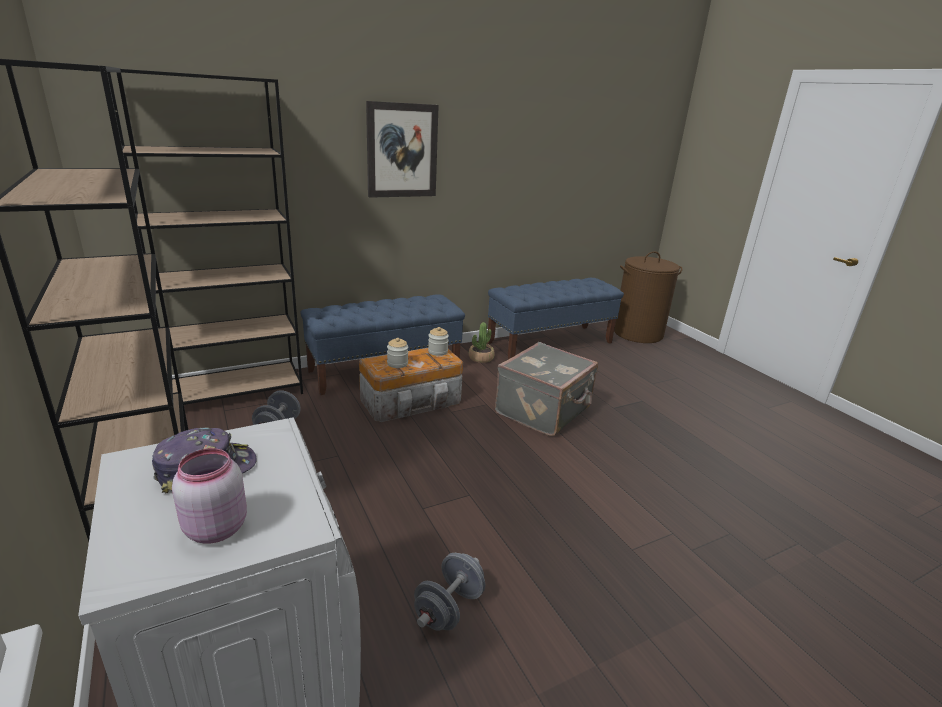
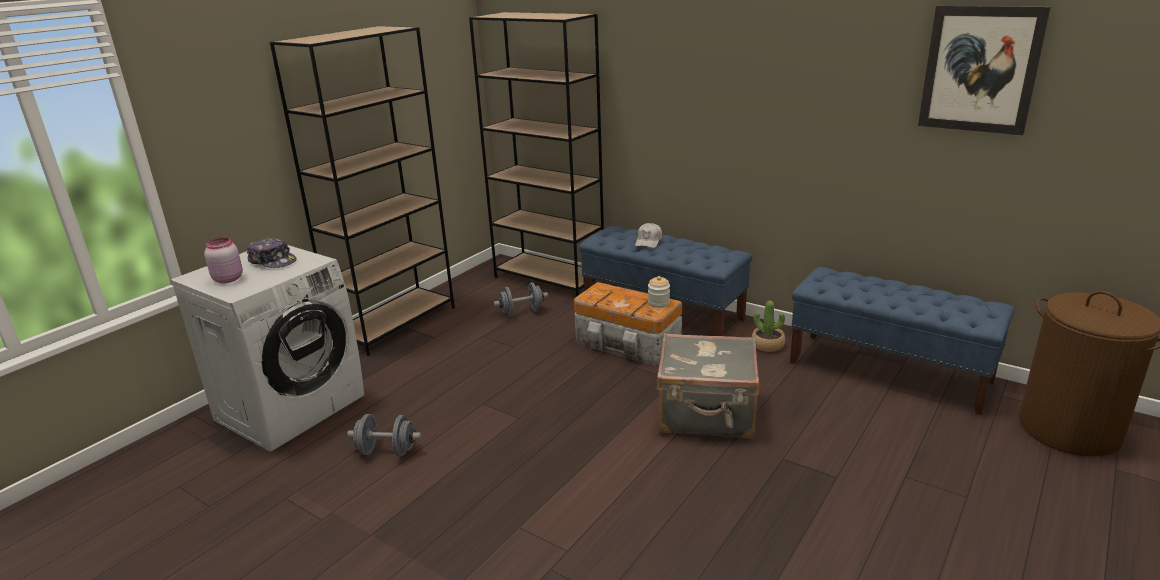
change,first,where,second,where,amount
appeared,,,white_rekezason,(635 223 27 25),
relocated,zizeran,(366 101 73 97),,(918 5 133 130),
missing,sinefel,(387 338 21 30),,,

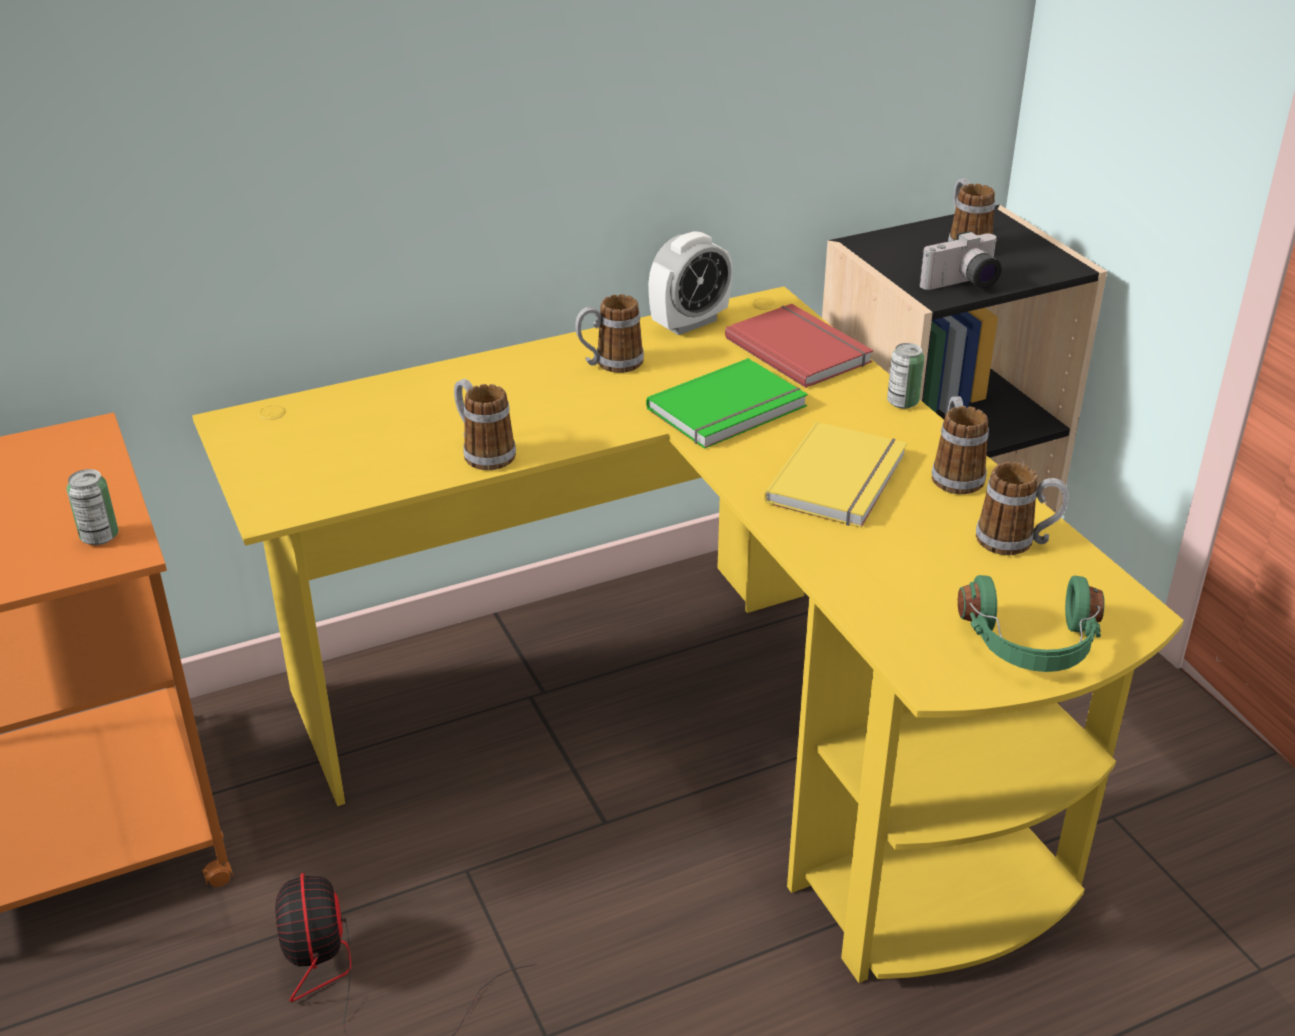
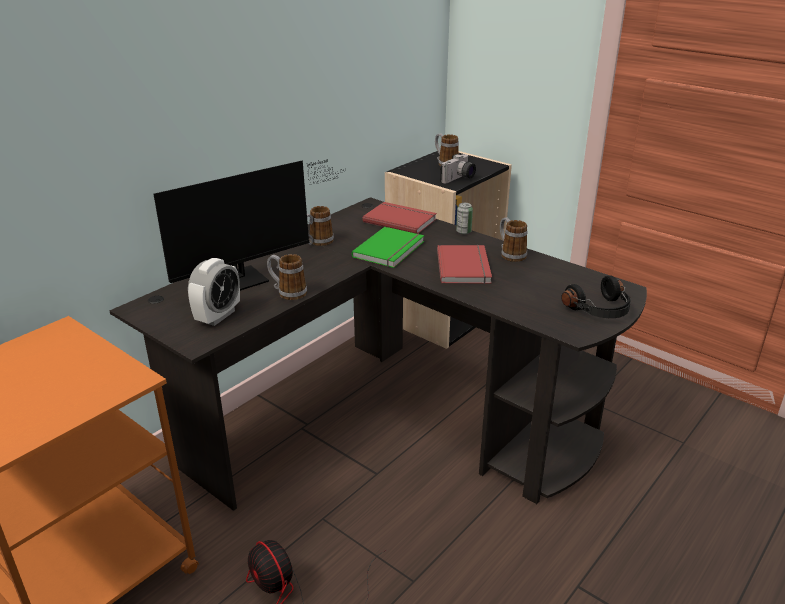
change,first,where,second,where,amount
colour,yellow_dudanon,(192 286 992 697),black_dudanon,(110 197 537 314),
appeared,,,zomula,(154 160 189 131),
relocated,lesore,(648 231 84 104),,(188 258 52 68),
colour,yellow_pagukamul,(764 422 143 106),red_pagukamul,(437 245 55 39),
colour,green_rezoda,(958 575 147 97),black_rezoda,(561 276 70 42),
missing,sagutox,(67 469 51 76),,,
missing,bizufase,(976 462 92 93),,,

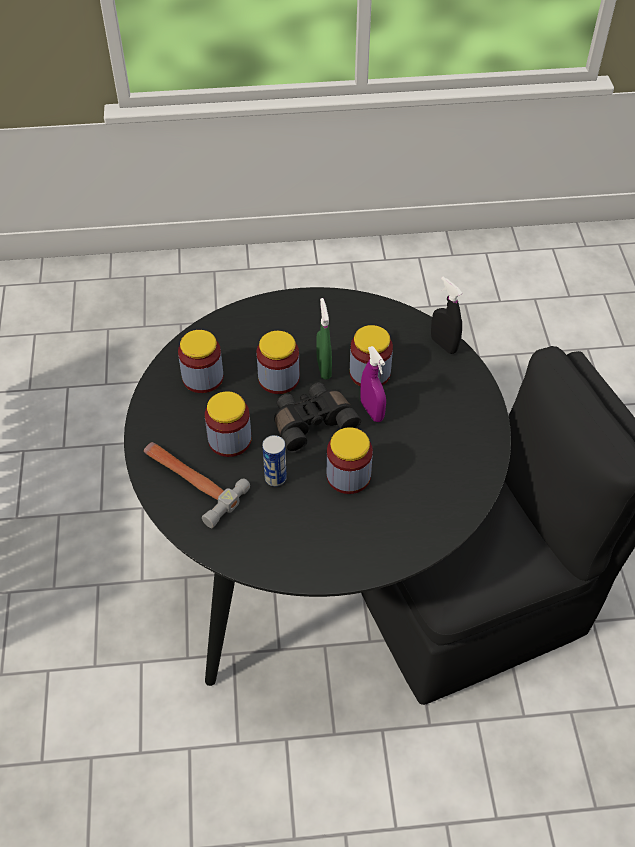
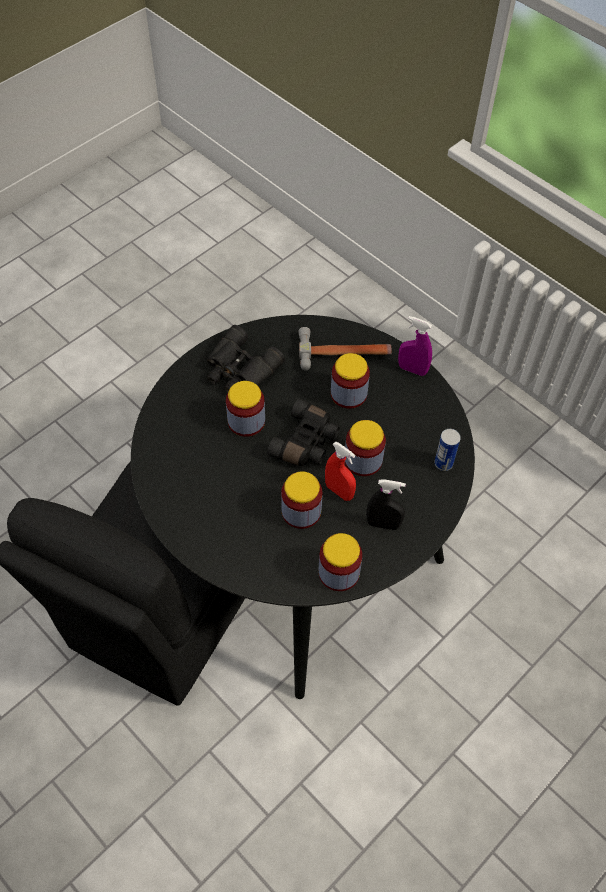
change,first,where,second,where,amount
appeared,,,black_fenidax,(207 325 78 68),
relocated,sinefel,(178 330 46 63),,(319 533 43 58),
colour,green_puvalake,(316 298 16 82),red_puvalake,(325 441 31 60),
relocated,black_puvalake,(431 277 31 77),,(366 479 40 51),
relocated,purple_puvalake,(360 346 26 76),,(398 316 34 60),
relocated,sagutox,(262 435 25 51),,(434 429 27 42),

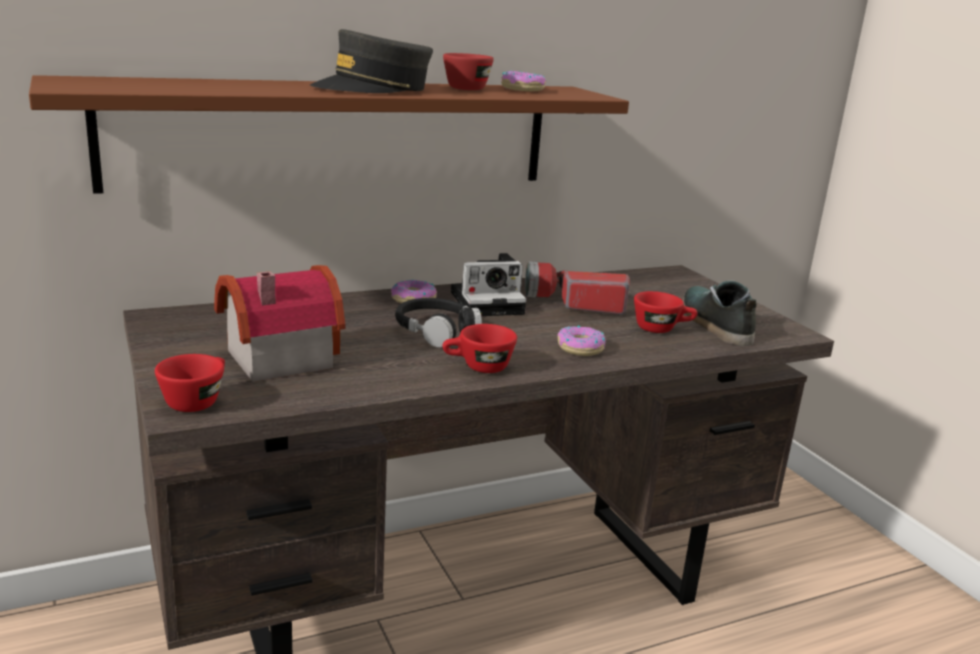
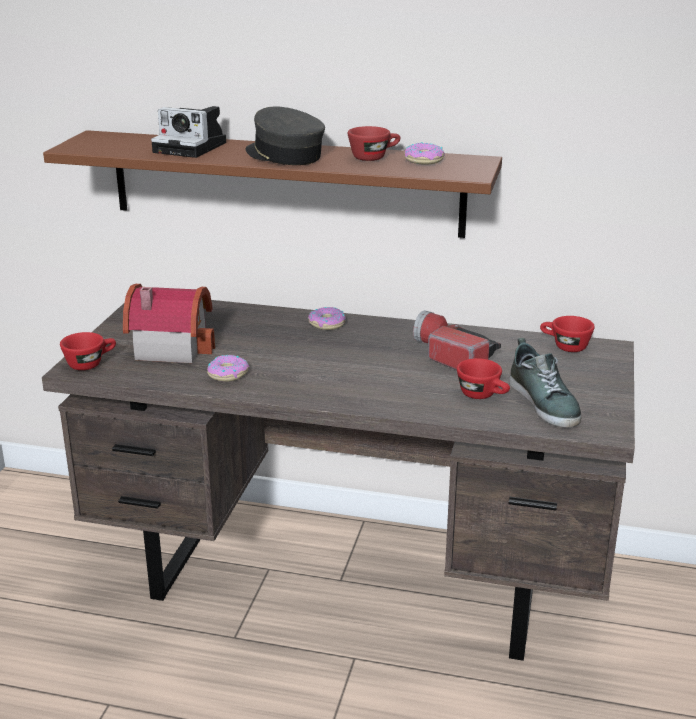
change,first,where,second,where,amount
relocated,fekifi,(451 253 75 63),,(151 106 75 52),
relocated,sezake,(557 325 49 31),,(207 355 42 27),
spun,grey_rekezason,(310 29 123 64),,(246 107 79 58),45 degrees clockwise
spun,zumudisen,(683 280 74 66),,(509 338 73 89),135 degrees clockwise
relocated,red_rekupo,(443 324 74 49),,(540 316 55 36),
missing,black_rezoda,(395 298 87 49),,,

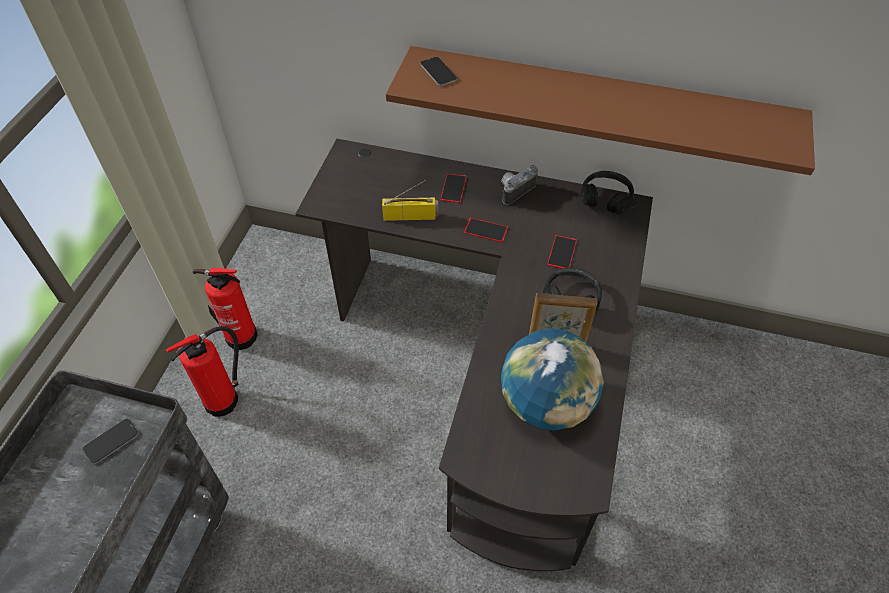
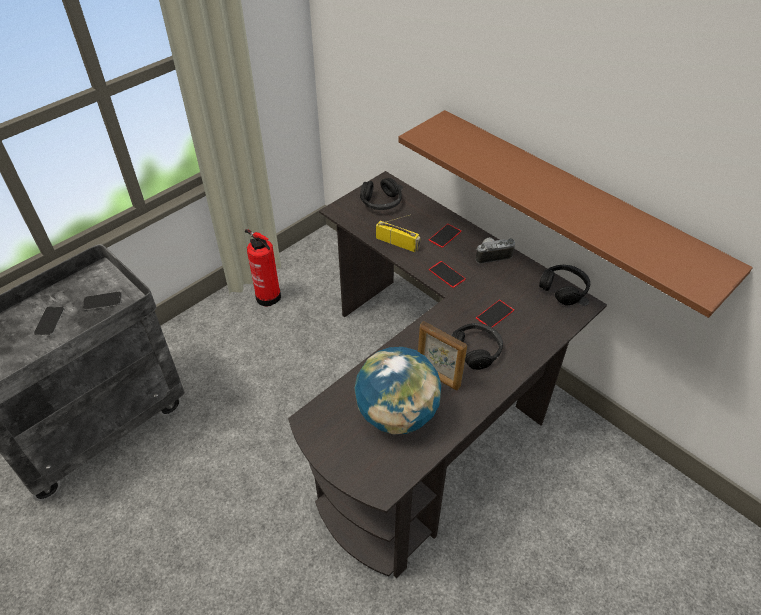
change,first,where,second,where,amount
relocated,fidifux,(420 57 37 29),,(34 306 30 30),
appeared,,,black_rezoda,(360 178 42 32),
missing,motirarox,(166 326 73 91),,,

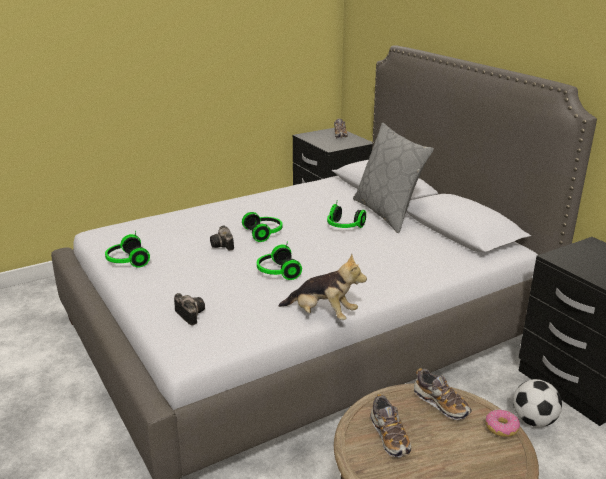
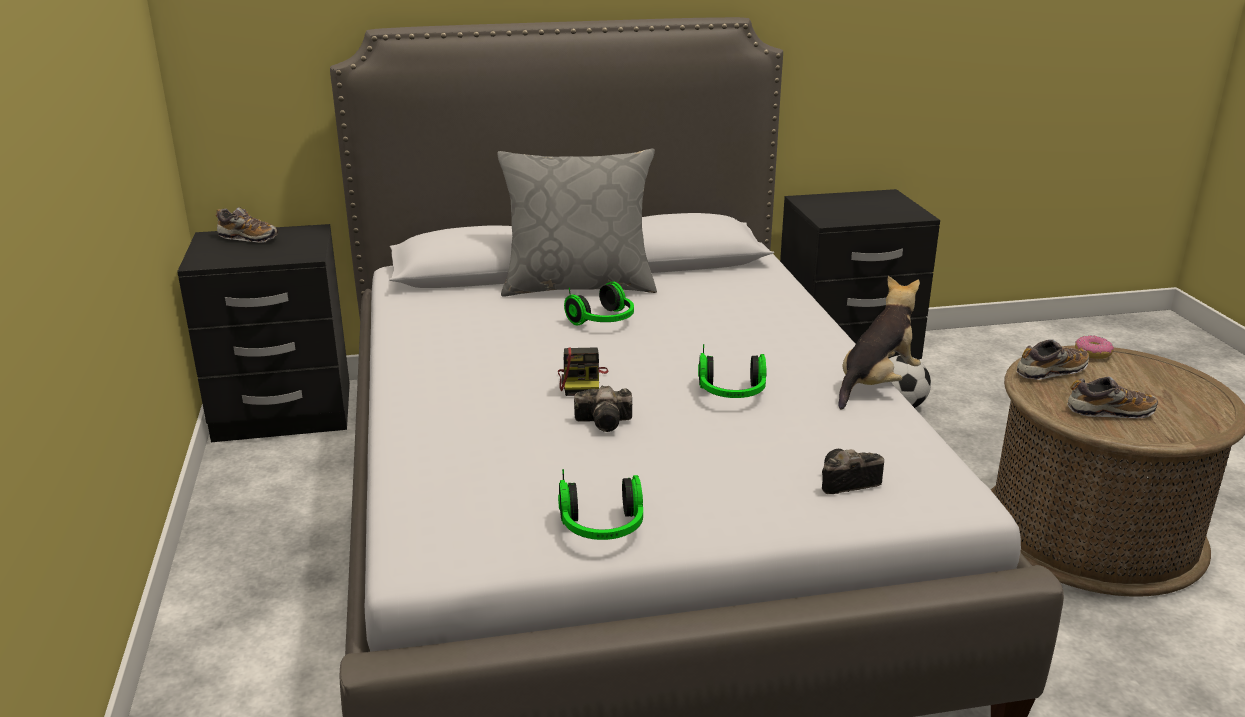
change,first,where,second,where,amount
exchanged,rezoda,(242 212 40 30),fekifi,(558 347 50 49),

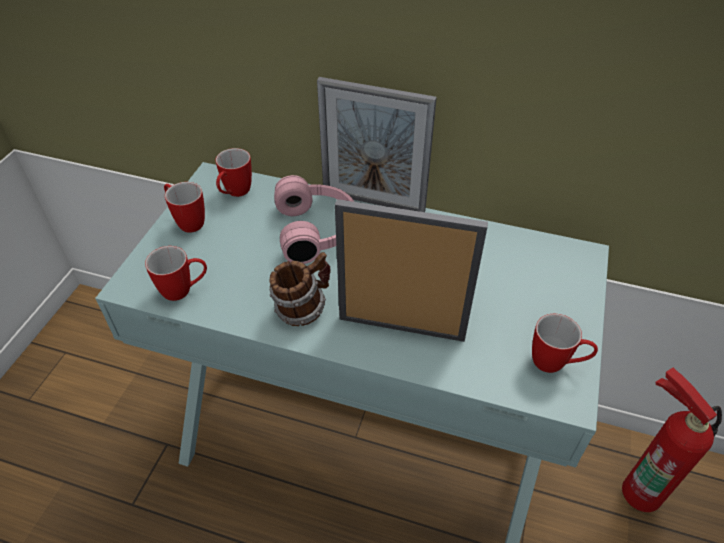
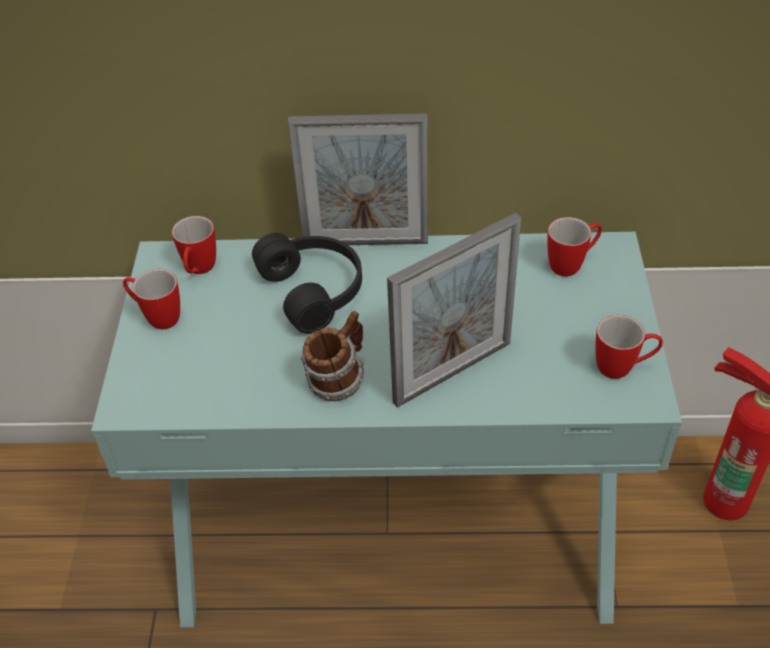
change,first,where,second,where,amount
colour,pink_rezoda,(274 175 80 89),black_rezoda,(252 233 110 101),
spun,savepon,(335 199 153 143),,(387 213 134 195),150 degrees clockwise
relocated,bizufase,(145 246 62 55),,(547 217 55 59),

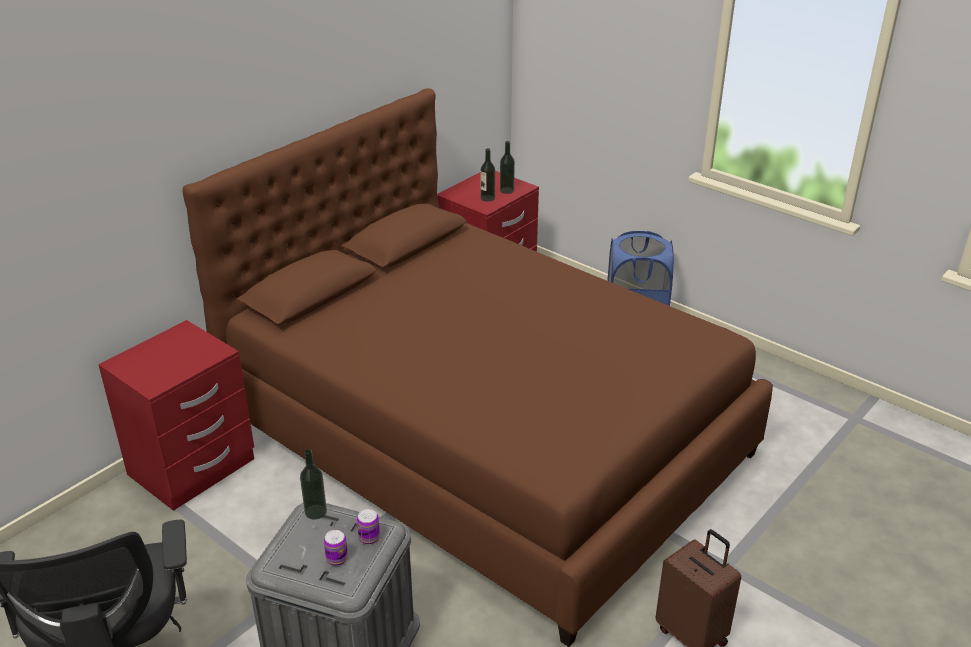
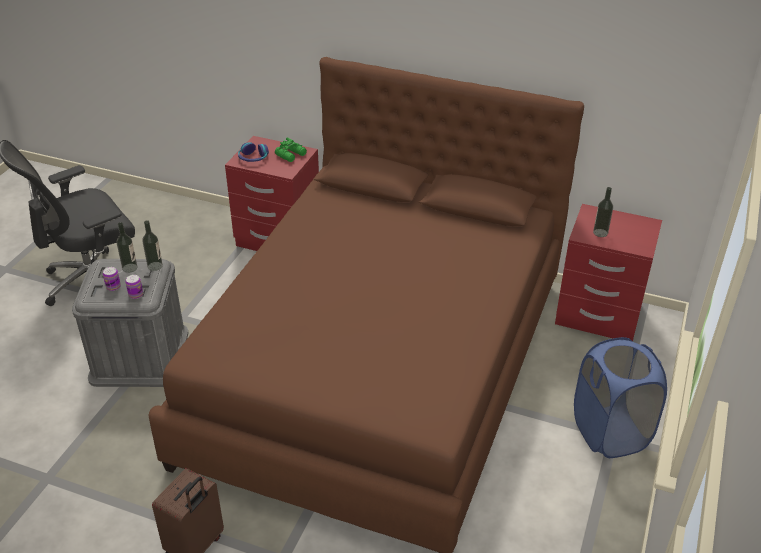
change,first,where,second,where,amount
relocated,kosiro,(500 141 15 53),,(117 222 20 51),
appeared,,,rezoda,(238 142 31 20),
appeared,,,green_fenidax,(275 137 32 25),

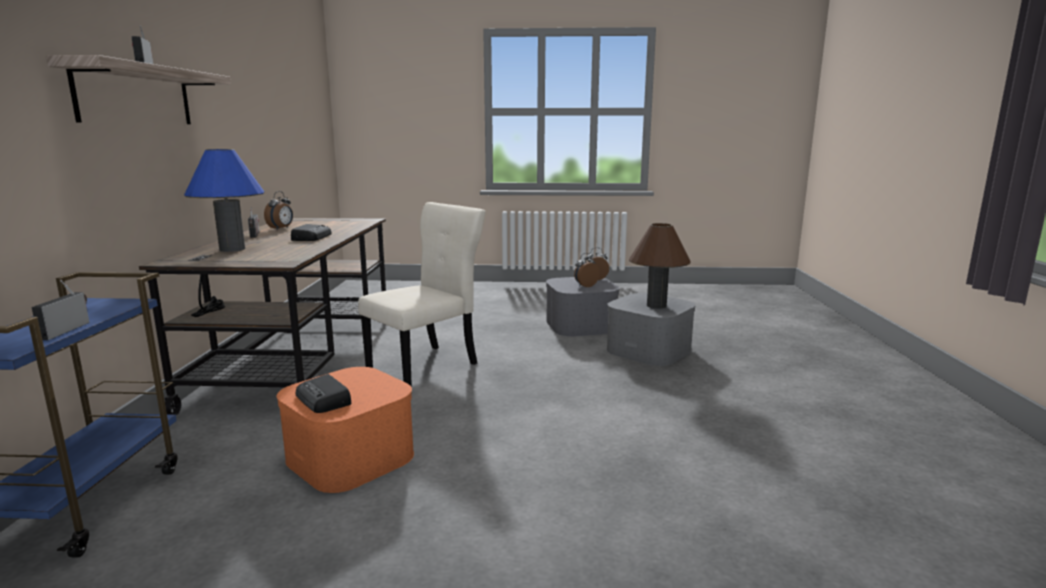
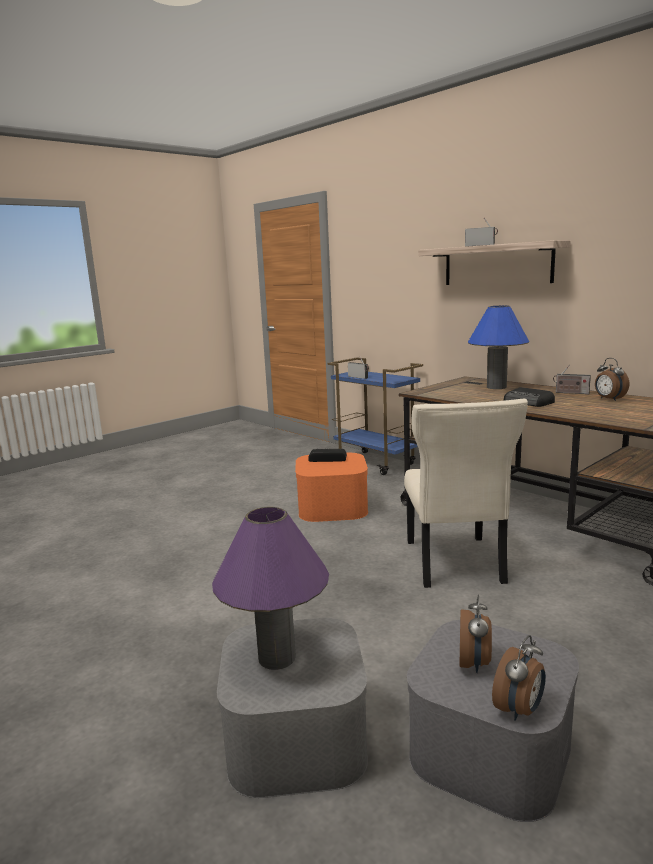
change,first,where,second,where,amount
colour,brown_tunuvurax,(629 223 61 86),purple_tunuvurax,(212 507 117 163),

